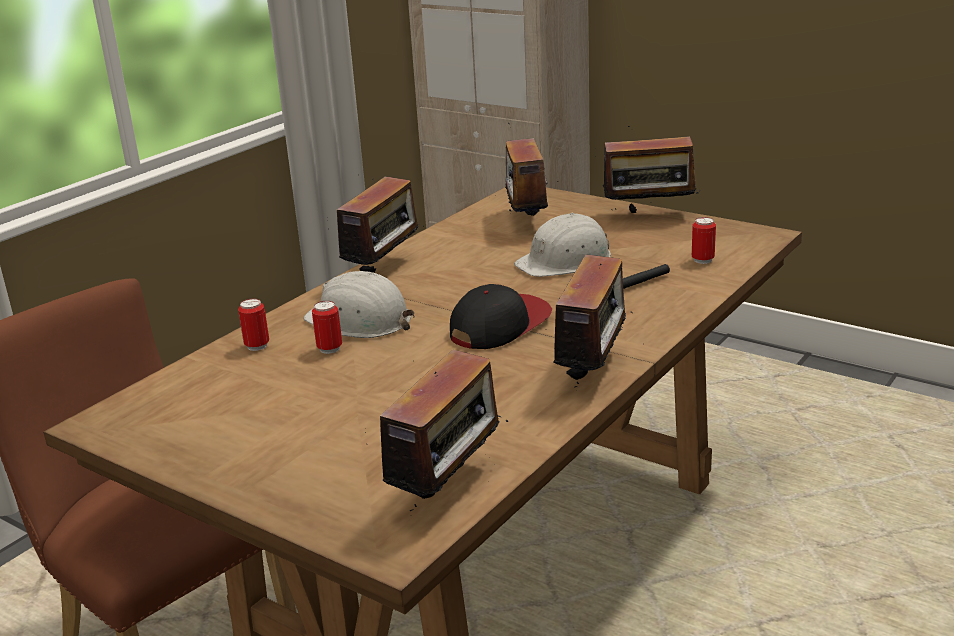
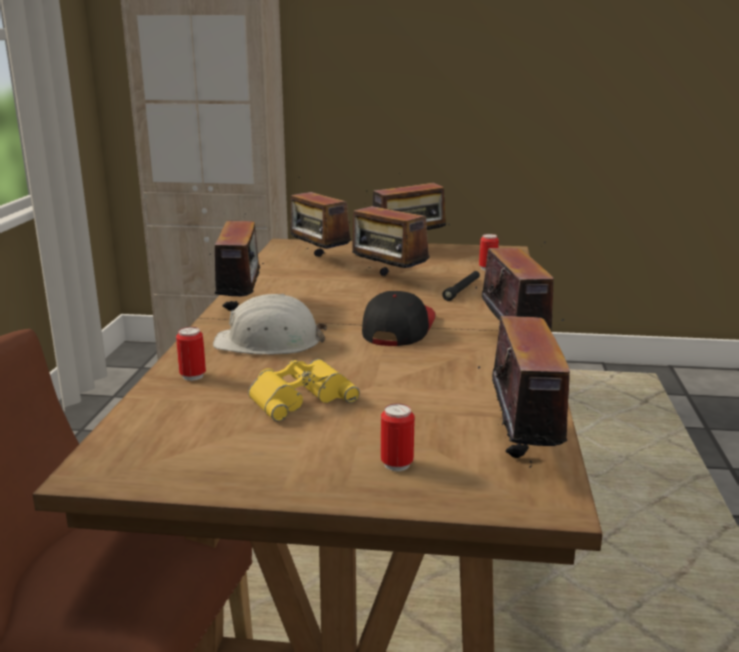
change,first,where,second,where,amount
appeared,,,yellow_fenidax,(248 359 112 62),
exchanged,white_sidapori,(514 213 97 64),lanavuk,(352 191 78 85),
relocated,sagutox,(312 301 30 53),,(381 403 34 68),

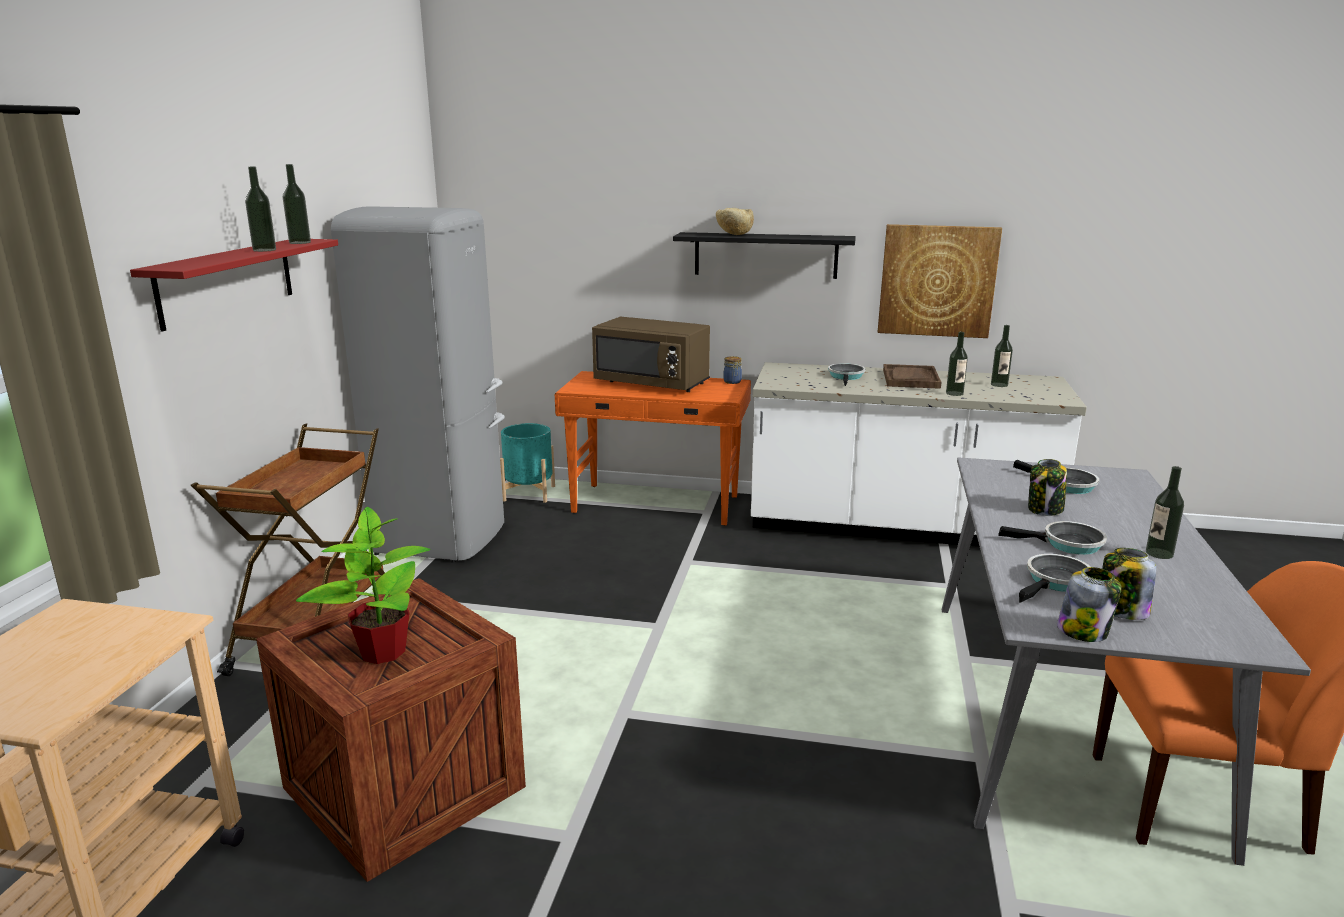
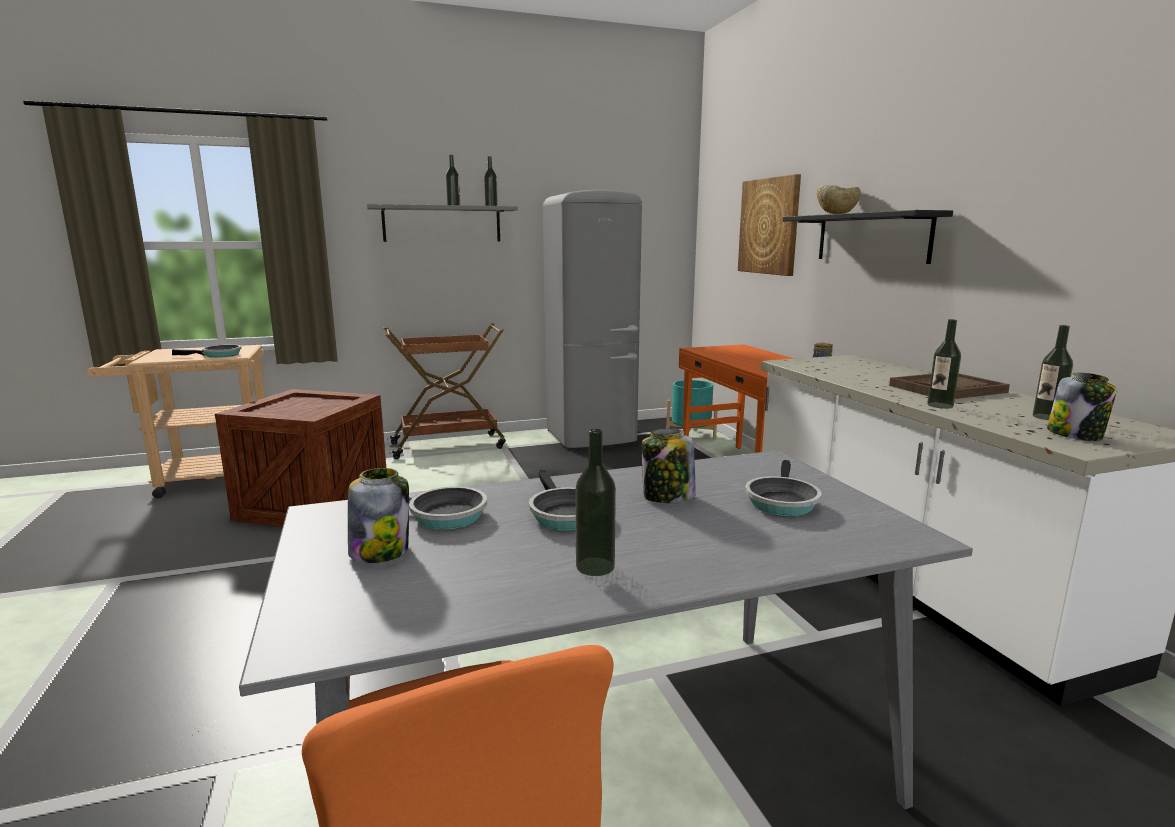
change,first,where,second,where,amount
relocated,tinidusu,(828 363 38 23),,(172 345 69 13),
colour,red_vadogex,(130 239 208 93),grey_vadogex,(367 204 151 38),
relocated,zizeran,(878 224 124 114),,(738 174 63 102),
relocated,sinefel,(1057 567 65 75),,(1047 372 70 69),
missing,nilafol,(296 507 135 157),,,
missing,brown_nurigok,(592 317 118 75),,,

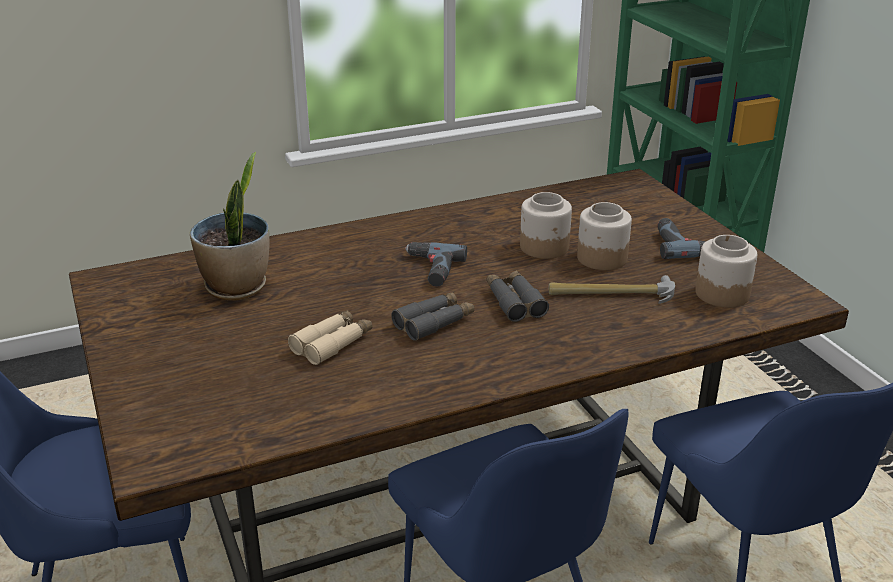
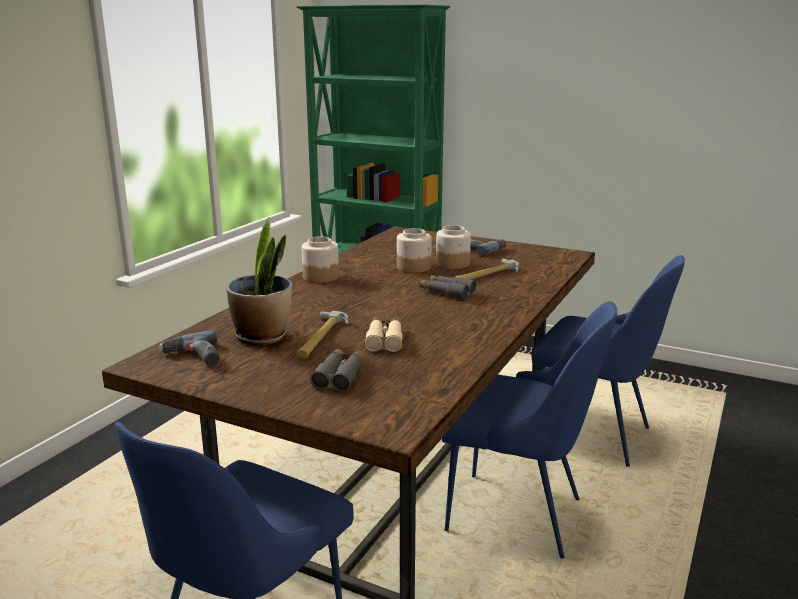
change,first,where,second,where,amount
relocated,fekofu,(405 242 62 45),,(158 330 62 36),
appeared,,,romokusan,(297 311 51 48),
relocated,sinefel,(695 235 62 72),,(302 237 37 46),
relocated,grey_fenidax,(391 292 83 49),,(310 349 54 43),

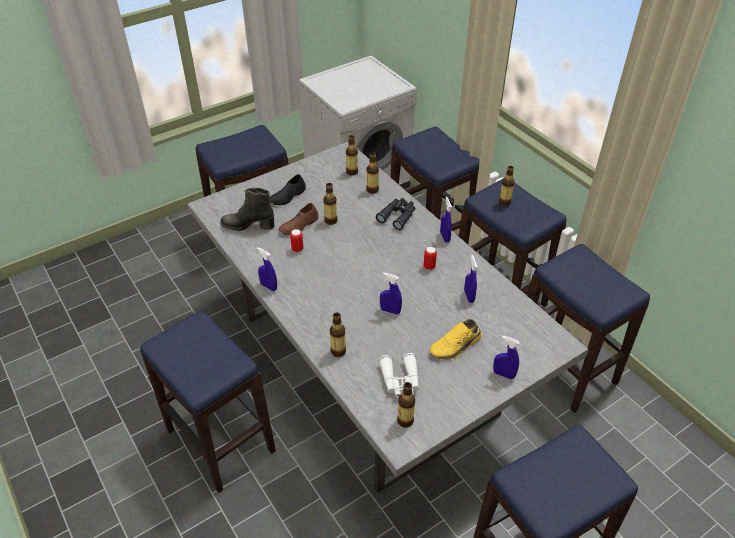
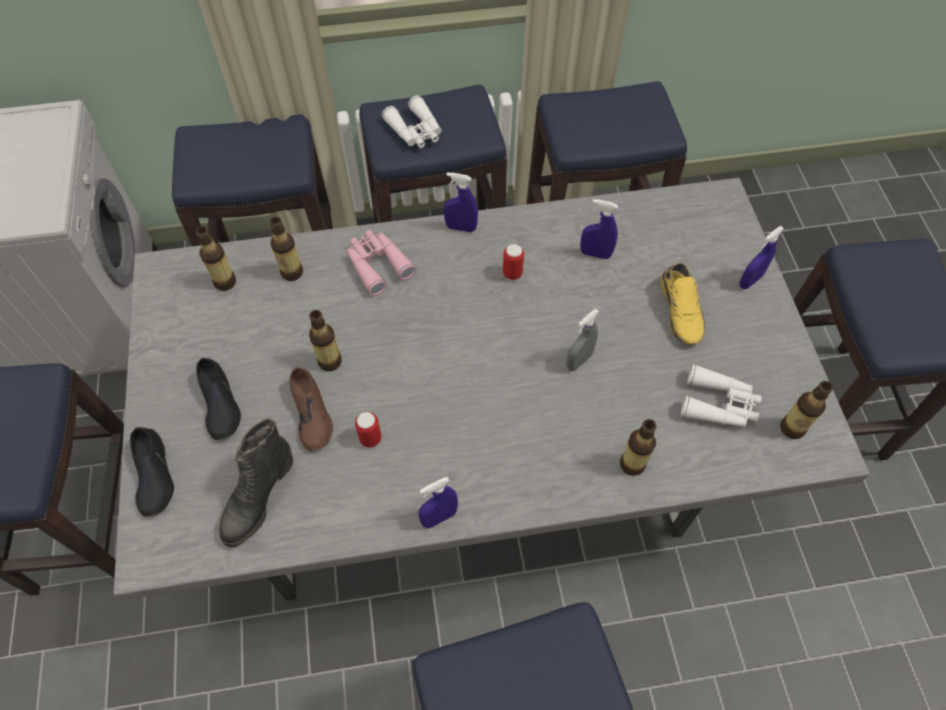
change,first,where,second,where,amount
appeared,,,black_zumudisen,(130 427 44 90),
colour,black_fenidax,(376 198 39 32),pink_fenidax,(346 230 71 66),
exchanged,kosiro,(499 166 16 40),white_fenidax,(382 95 60 53),
colour,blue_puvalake,(380 272 22 43),grey_puvalake,(566 309 33 62),

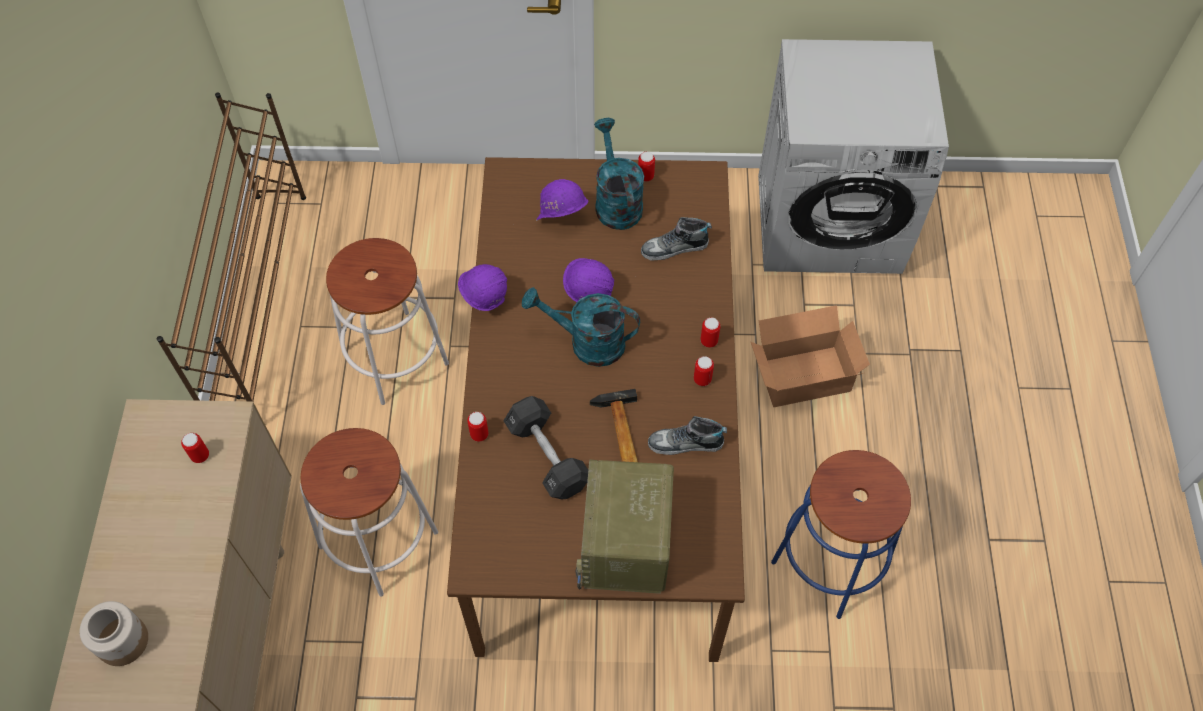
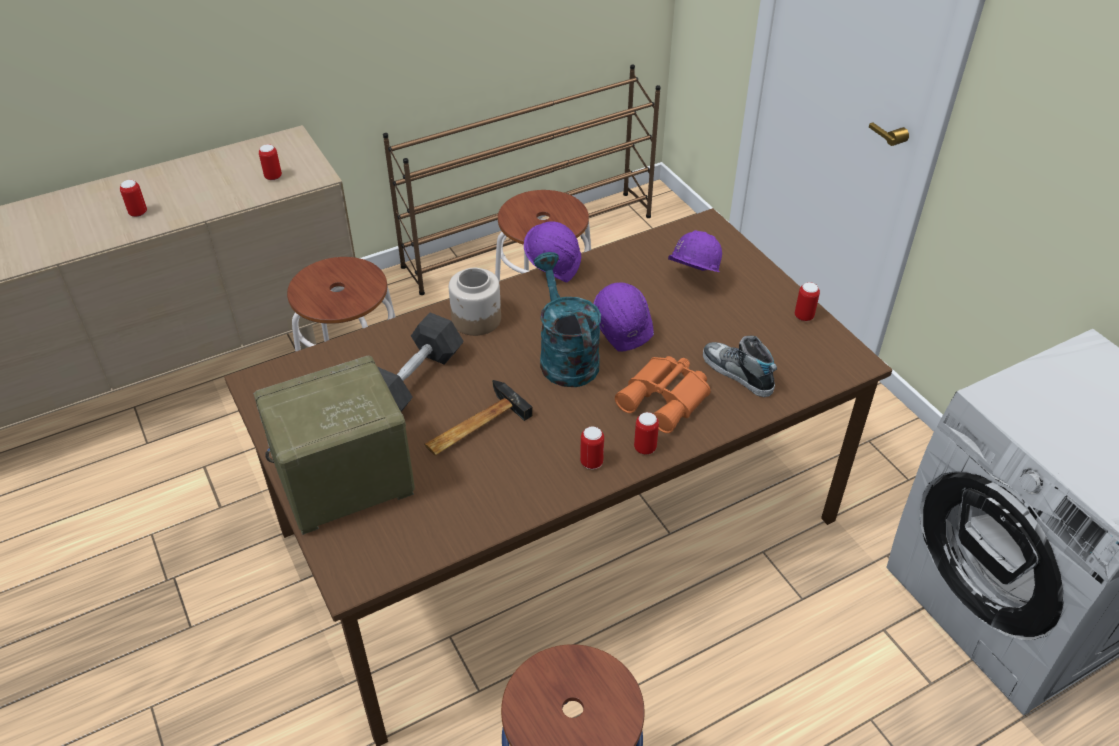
change,first,where,second,where,amount
relocated,sagutox,(467 412 22 30),,(120 180 27 37),
relocated,sinefel,(80 601 68 65),,(449 268 52 68),
appeared,,,orange_fenidax,(615 356 96 77),
missing,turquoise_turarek,(594 118 50 112),,,
missing,zumudisen,(648 416 79 39),,,
missing,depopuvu,(751 305 119 102),,,

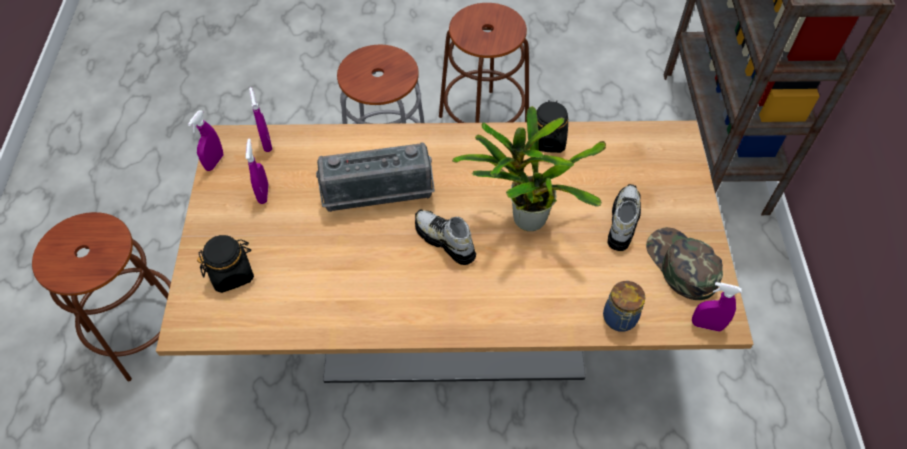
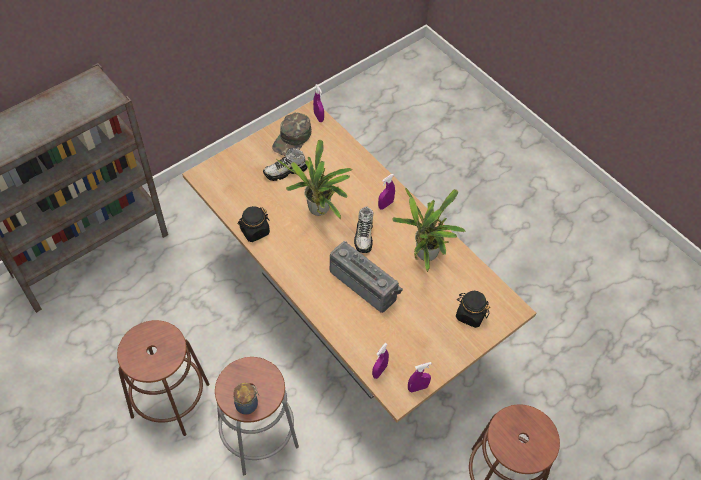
change,first,where,second,where,amount
relocated,sinefel,(603 281 43 51),,(233 383 26 32),
relocated,purple_puvalake,(246 139 22 65),,(378 174 17 36),
appeared,,,nilafol,(392 188 74 84),

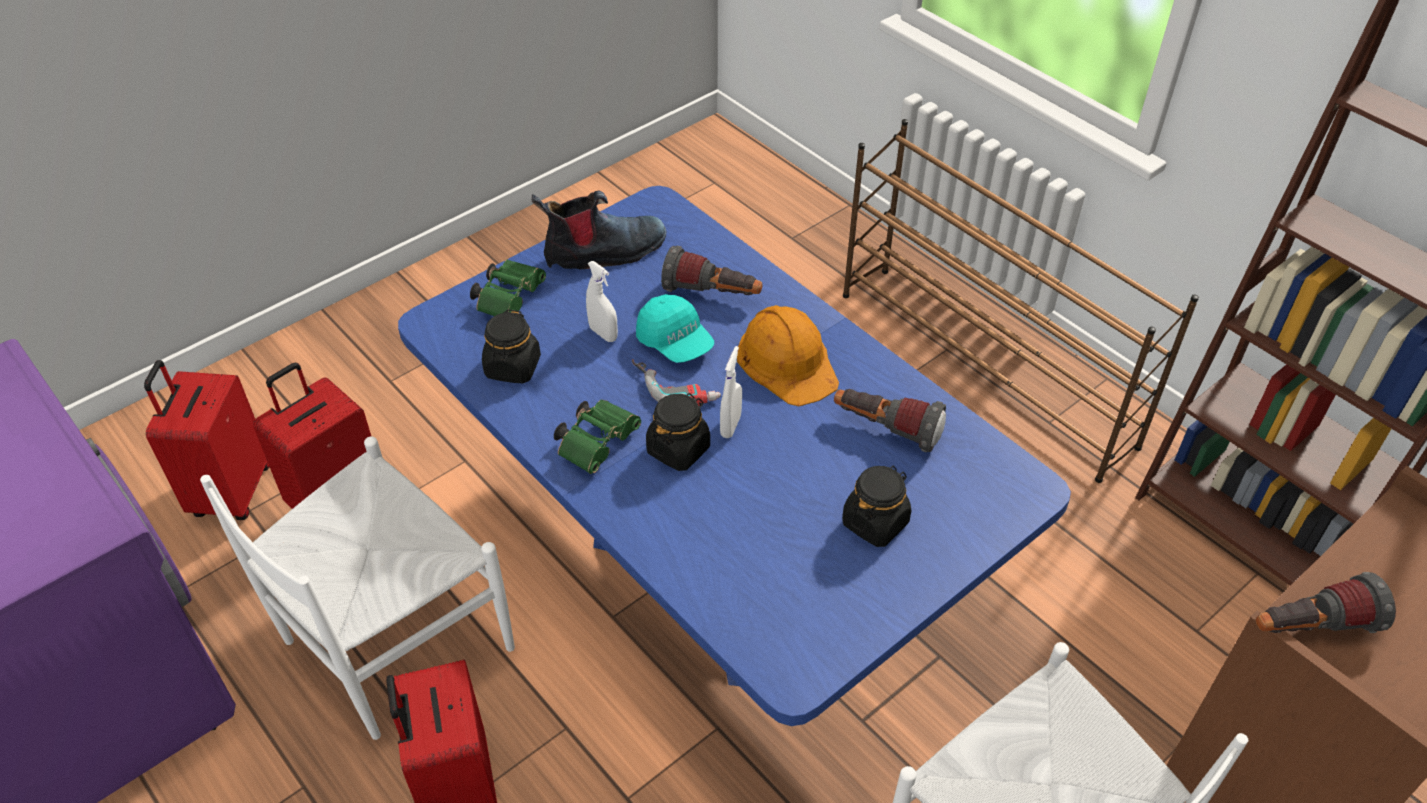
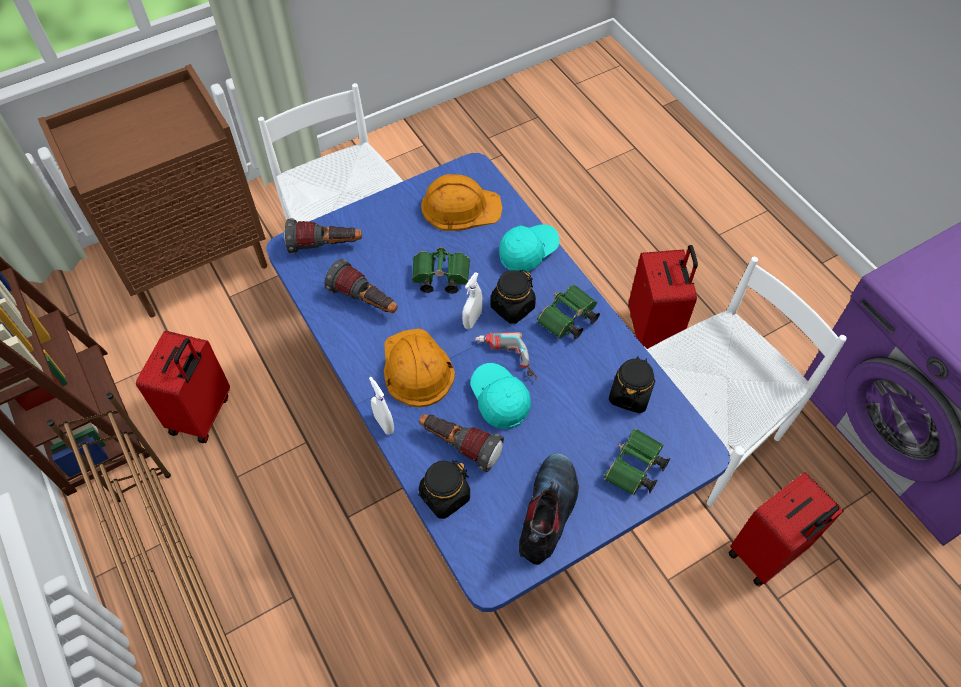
change,first,where,second,where,amount
relocated,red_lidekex,(144 360 125 160),,(136 331 94 112),
relocated,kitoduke,(1255 572 141 61),,(284 218 78 36),
relocated,white_puvalake,(586 261 32 81),,(369 377 25 58),
appeared,,,green_fenidax,(412 247 58 47),
relocated,black_sinefel,(842 466 70 81),,(418 460 52 59),
appeared,,,orange_sidapori,(421 174 81 57),
appeared,,,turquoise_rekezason,(499 225 60 47),
spun,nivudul,(532 191 134 78),,(519 453 60 112),120 degrees clockwise

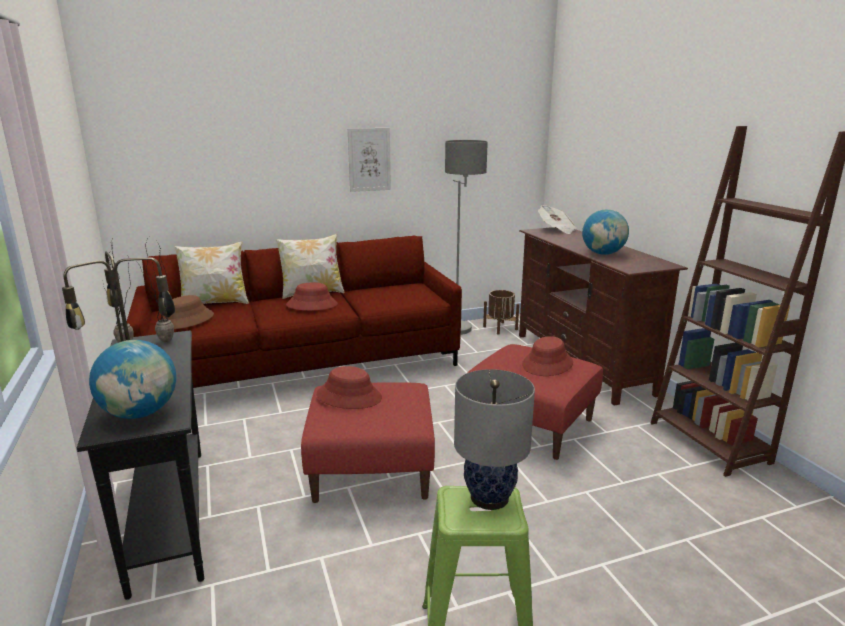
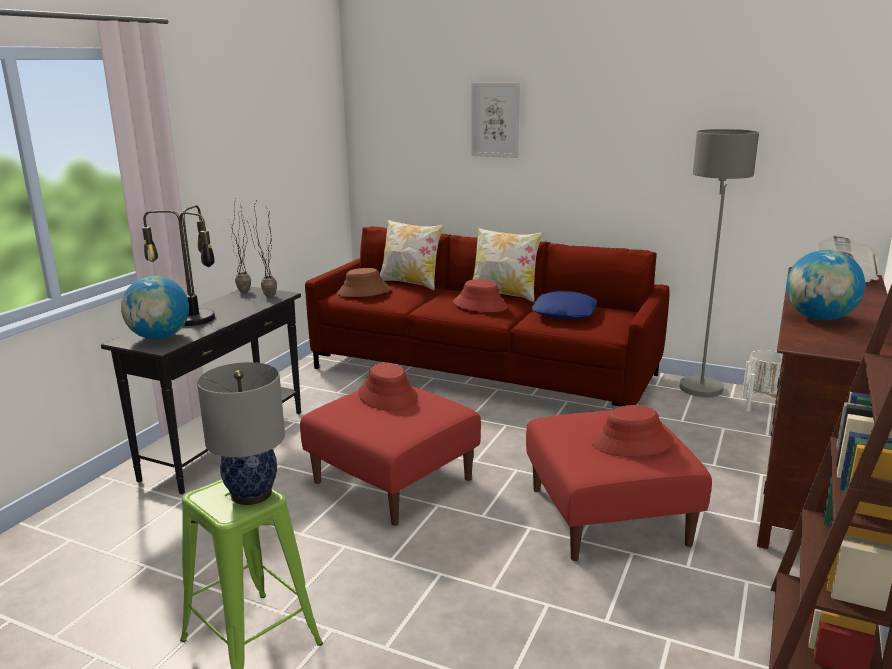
change,first,where,second,where,amount
relocated,zizeran,(348 128 43 64),,(472 82 48 76),
appeared,,,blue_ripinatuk,(531 291 66 28),
colour,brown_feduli,(483 290 36 45),white_feduli,(742 350 41 62),

